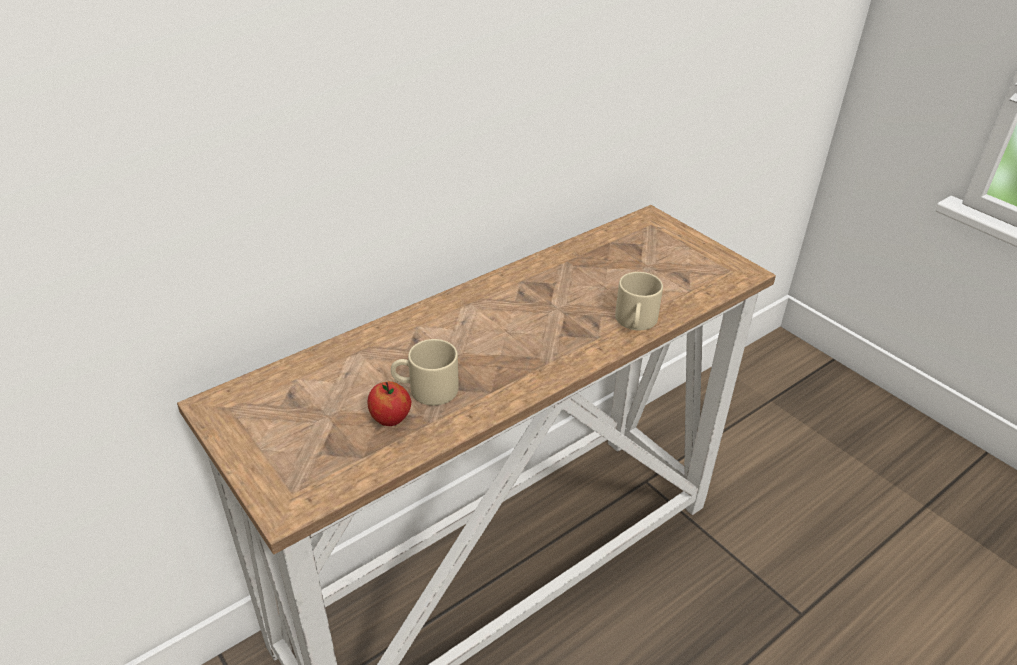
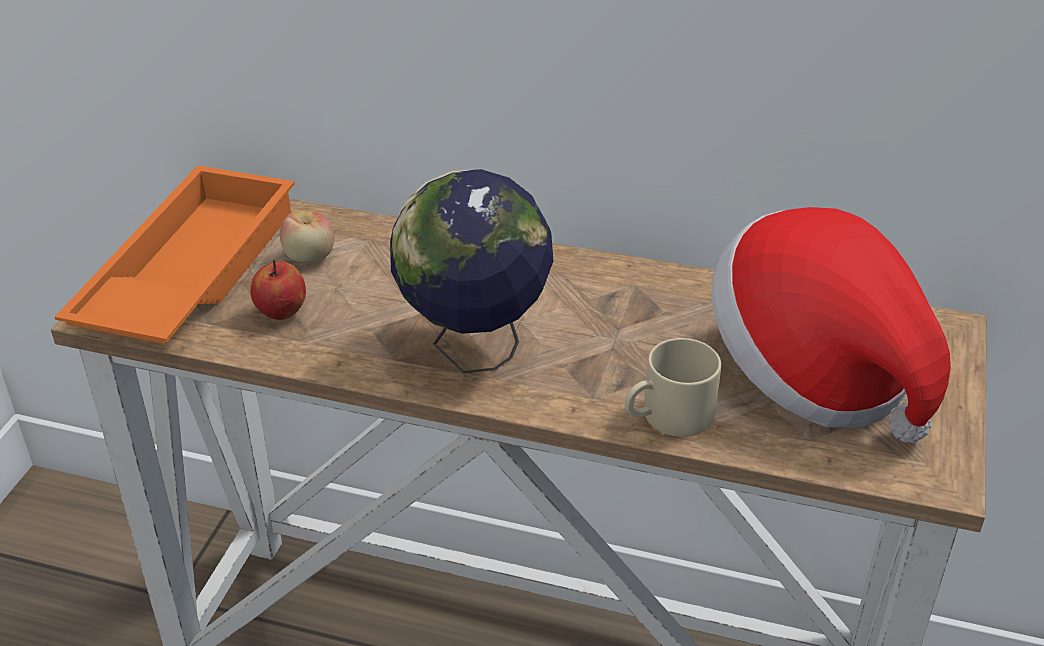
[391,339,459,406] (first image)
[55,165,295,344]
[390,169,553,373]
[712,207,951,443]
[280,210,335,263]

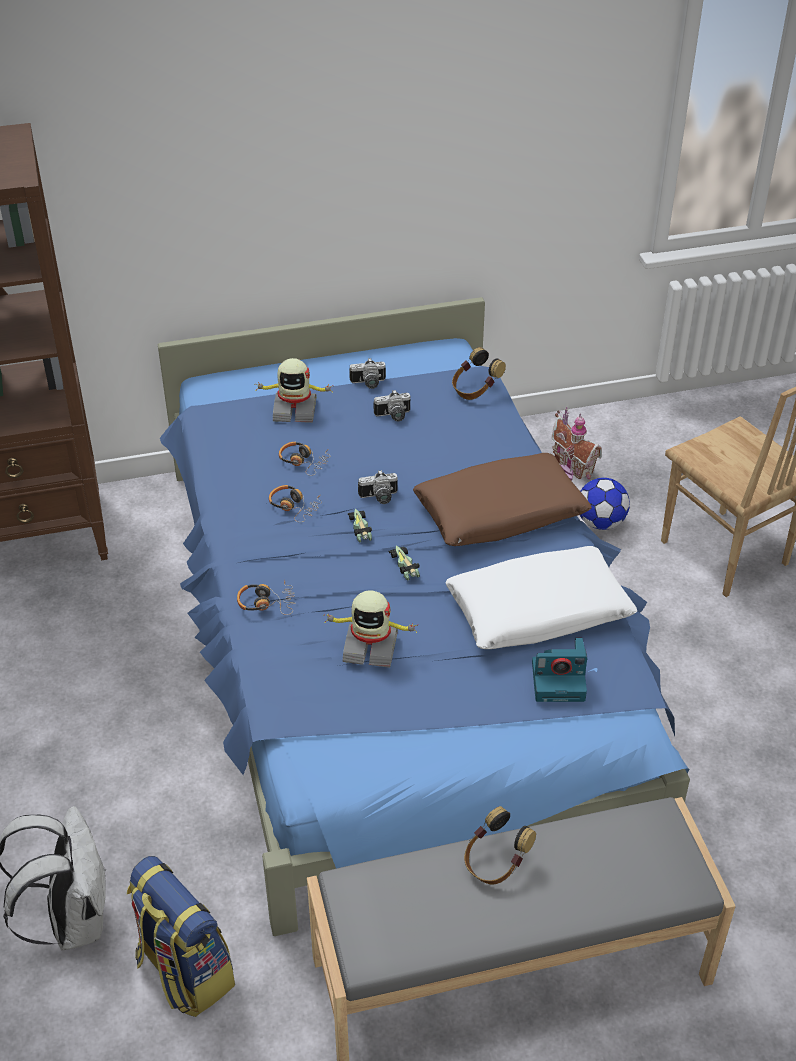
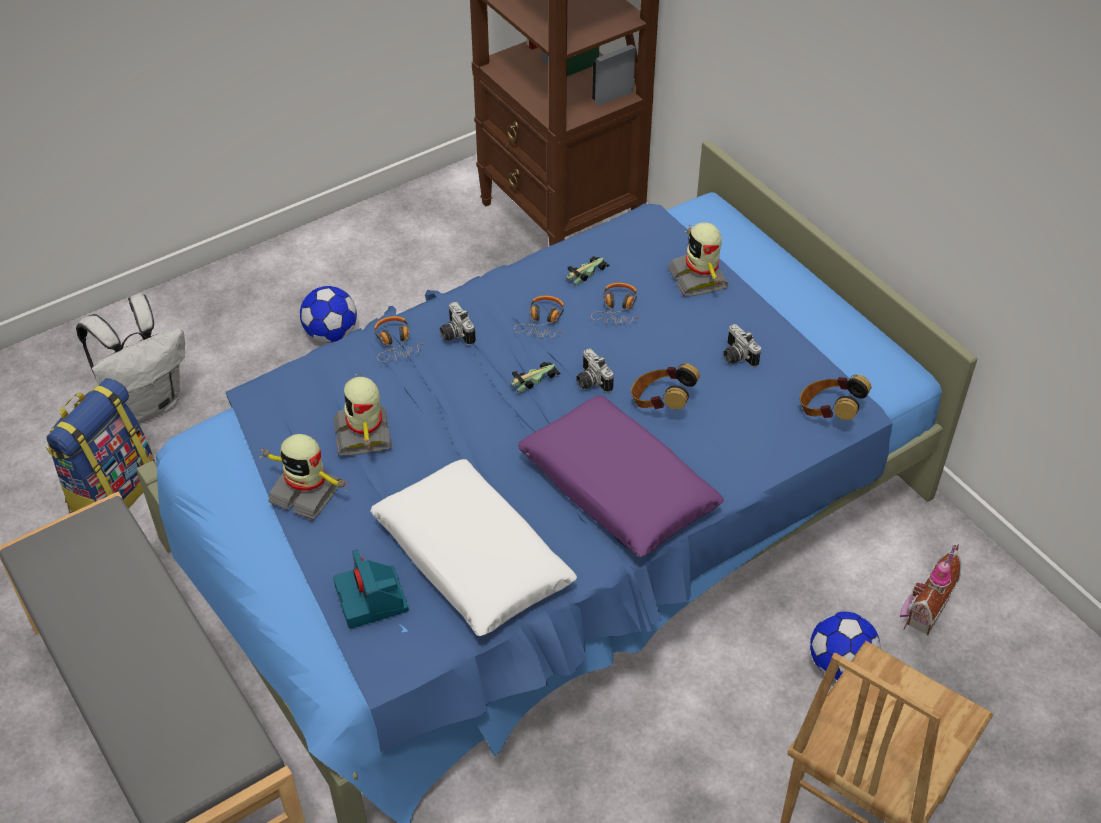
[440,302,476,345]
[518,396,724,557]
[566,256,610,286]
[631,363,700,409]
[300,286,357,342]
[260,434,349,520]

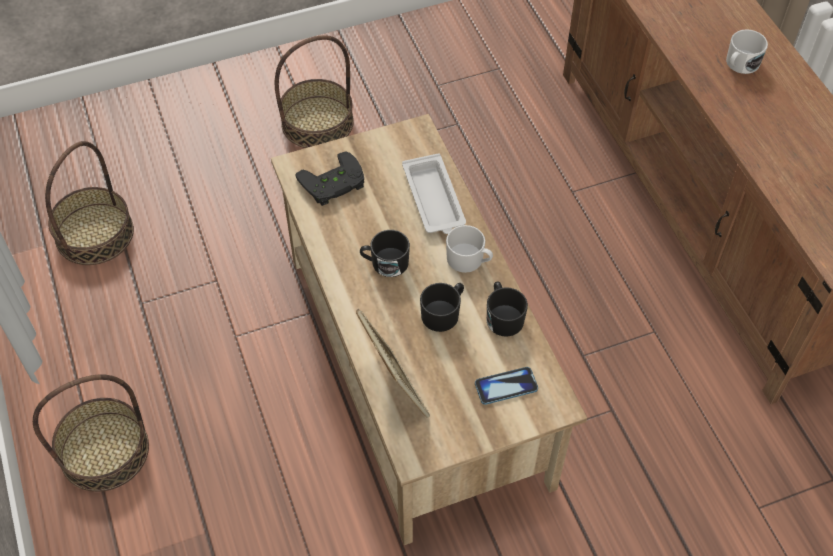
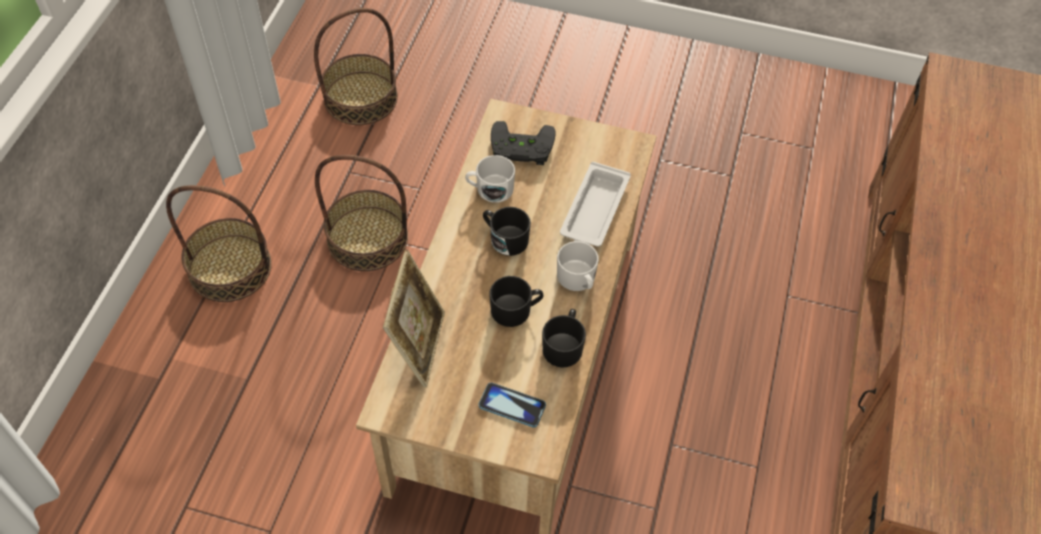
[465,155,515,203]
[315,155,408,271]

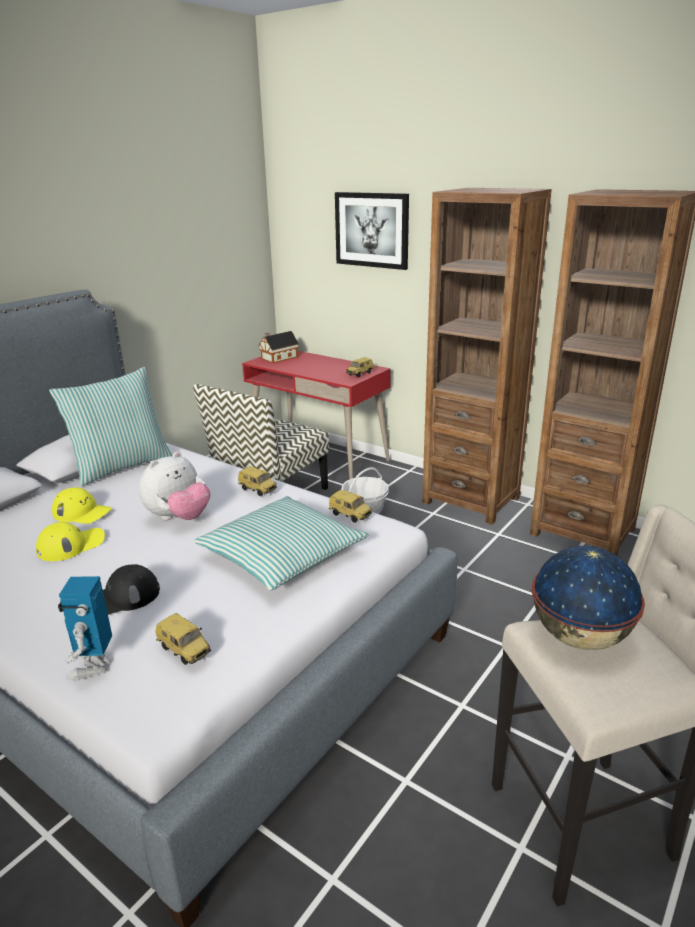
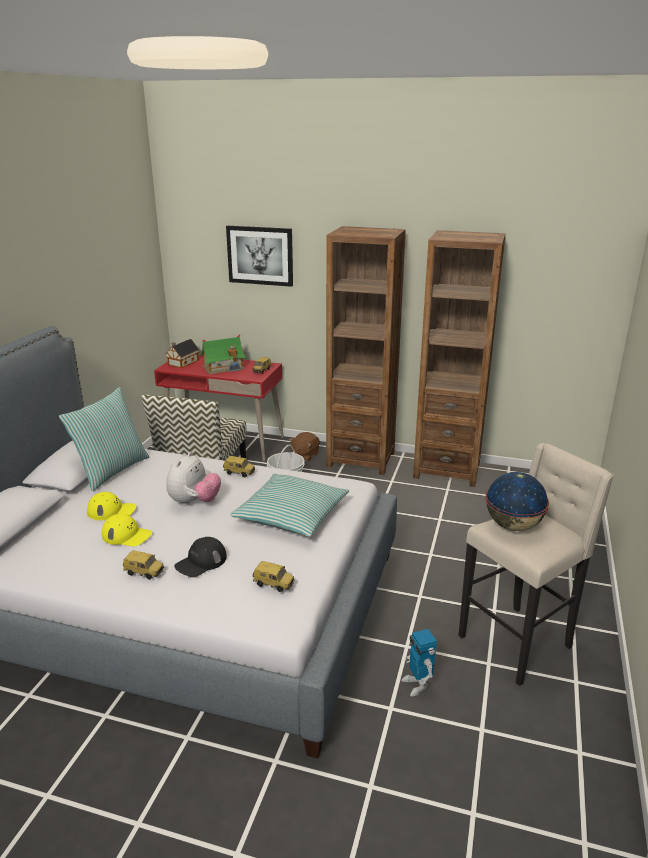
[123,551,164,580]
[102,514,152,546]
[401,629,437,696]
[199,335,247,374]
[289,432,320,461]

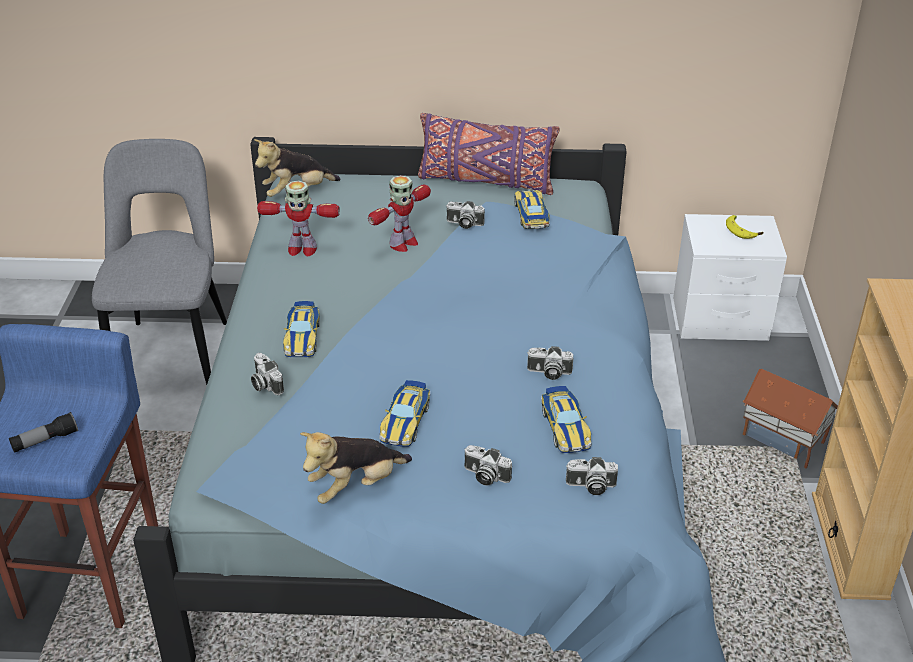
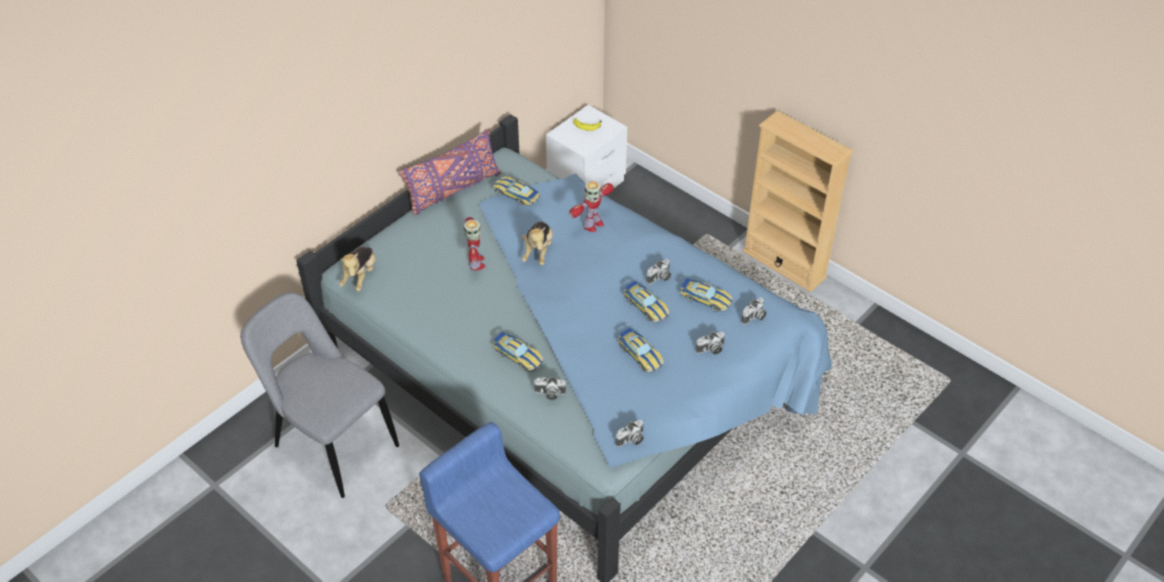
[569,181,614,232]
[616,420,644,447]
[742,369,838,468] (first image)
[9,412,78,452] (first image)
[521,222,553,265]
[623,281,670,323]

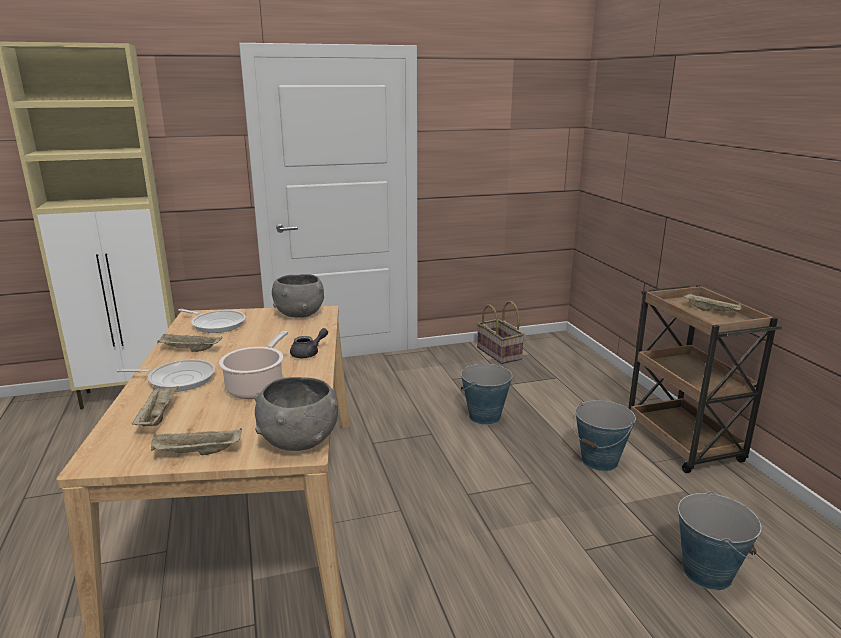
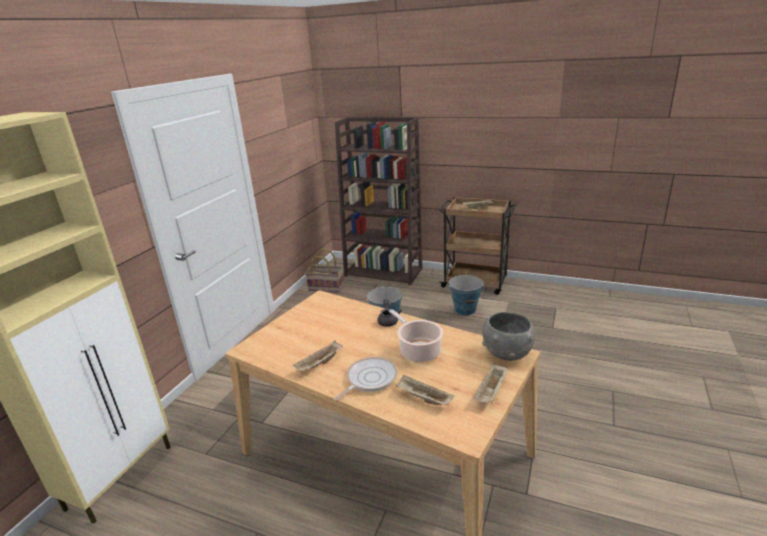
[272,274,324,318] (first image)
[178,309,246,333] (first image)
[678,491,761,590] (first image)
[335,117,422,285]

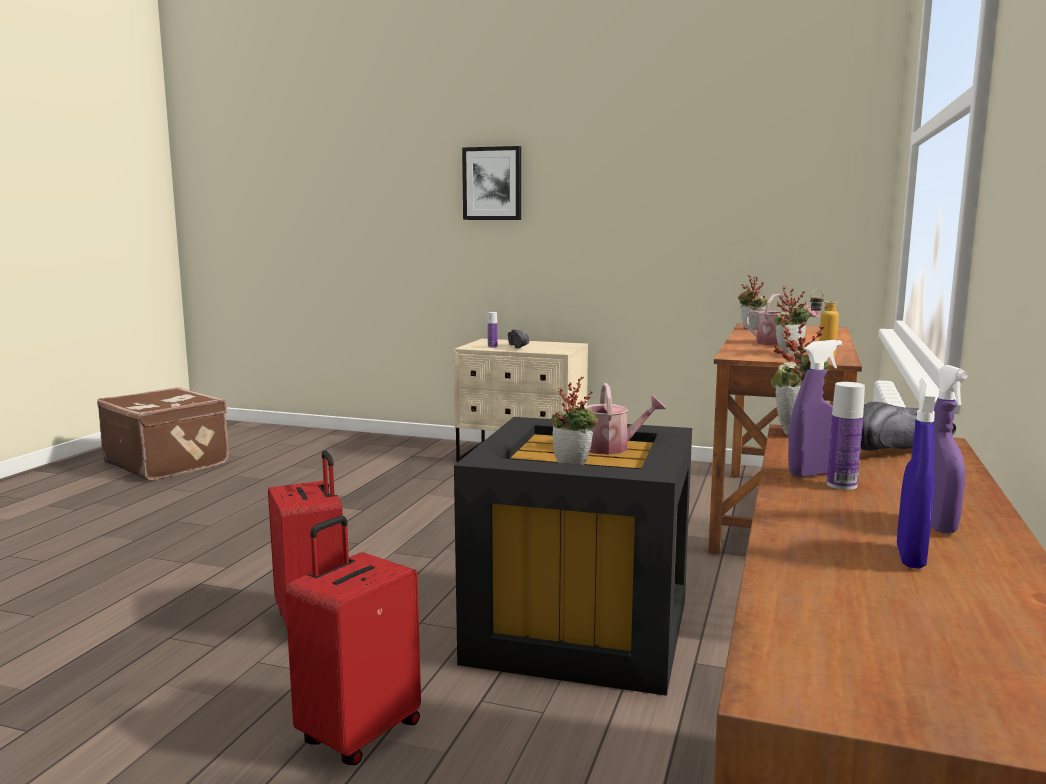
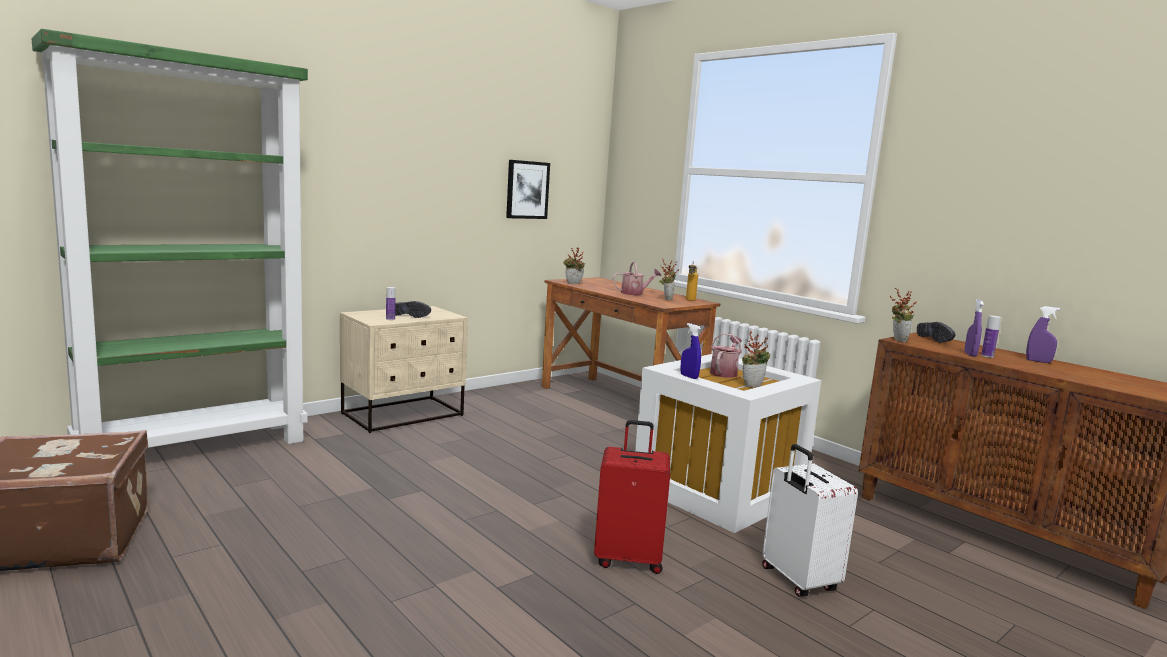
[506,160,550,219]
[680,323,701,379]
[635,354,821,533]
[762,444,858,597]
[32,29,308,448]

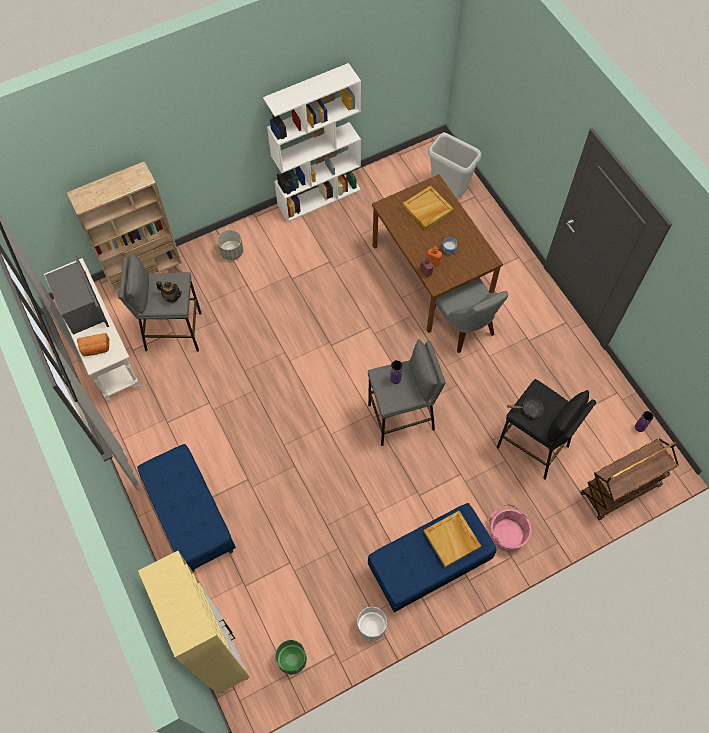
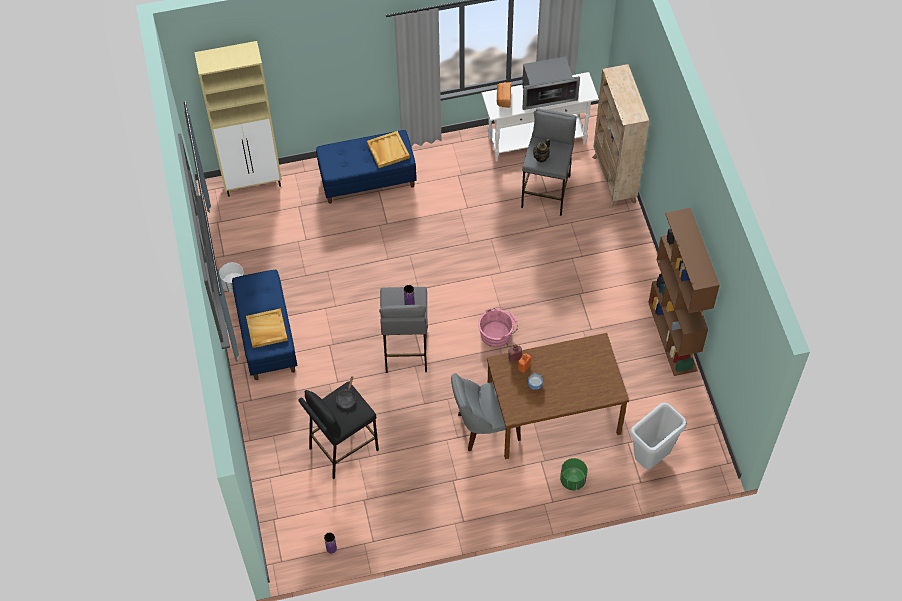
[648,208,720,376]
[367,131,410,168]
[217,230,243,260] (first image)
[580,438,679,520] (first image)
[478,307,518,347]
[560,458,587,490]

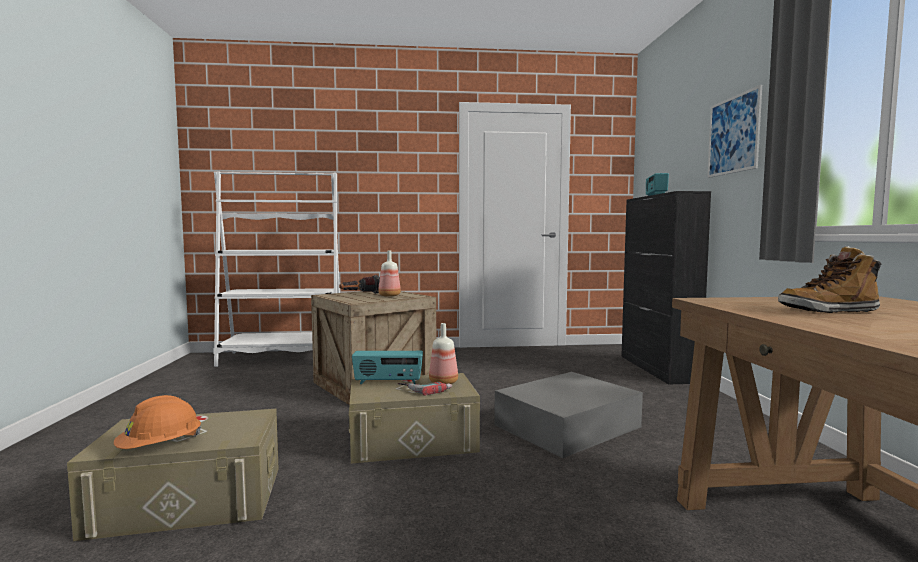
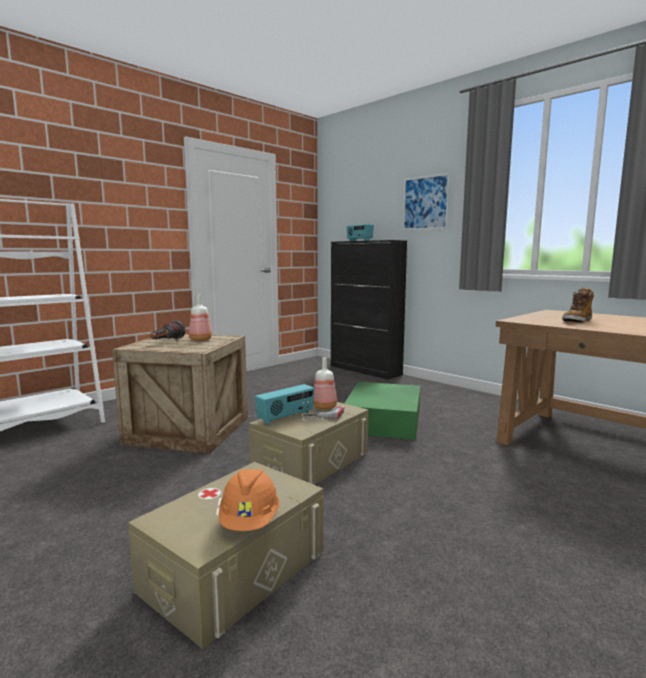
[344,382,420,440]

